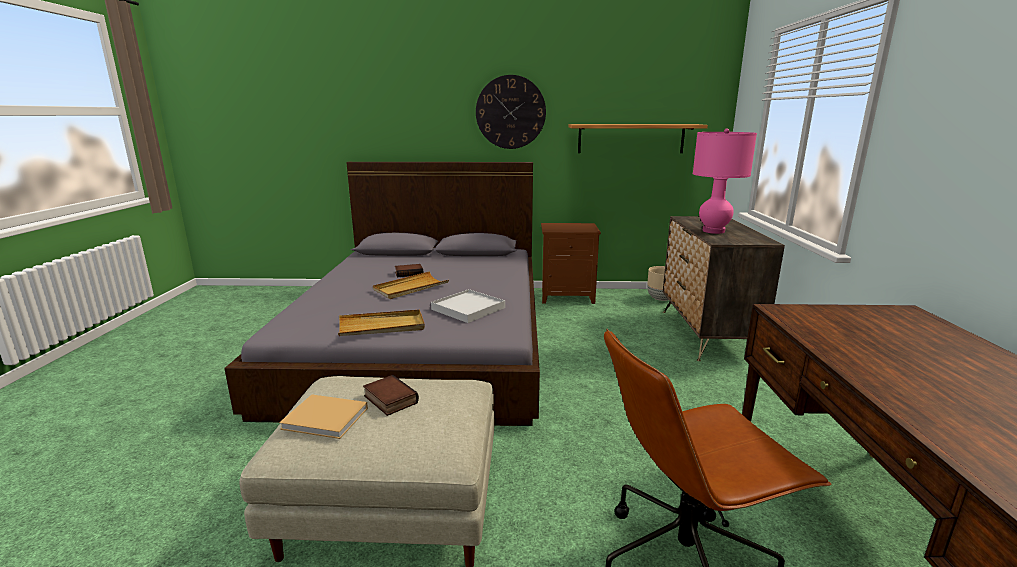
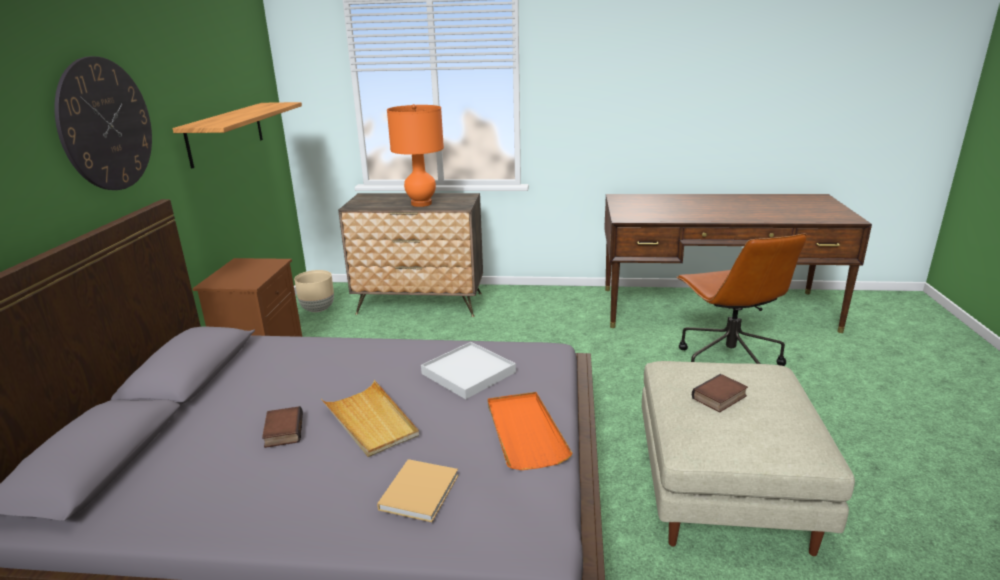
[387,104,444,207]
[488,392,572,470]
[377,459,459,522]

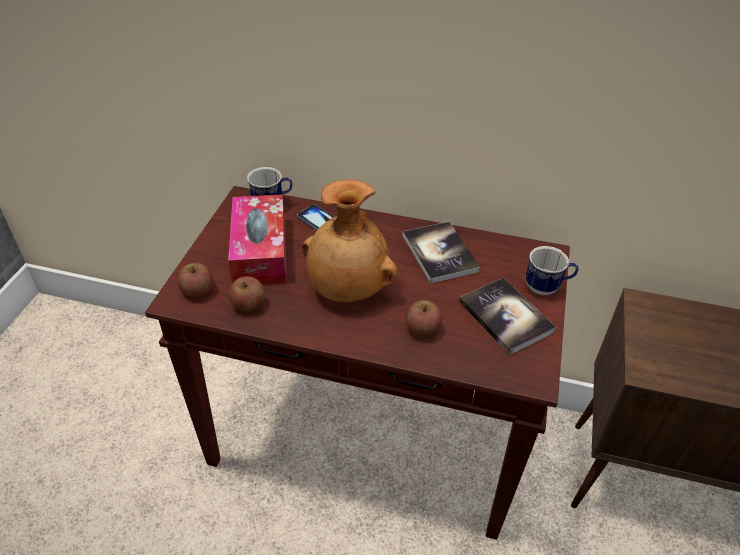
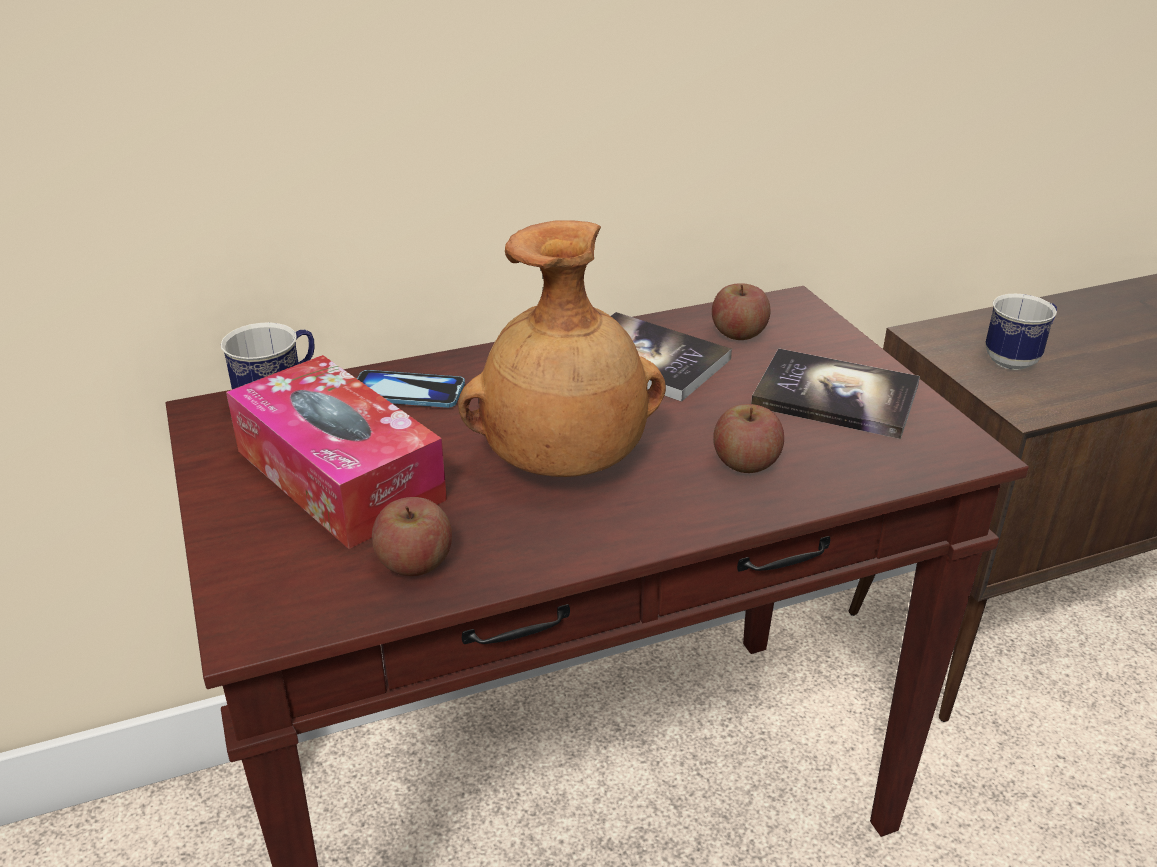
[985,294,1057,370]
[712,283,771,340]

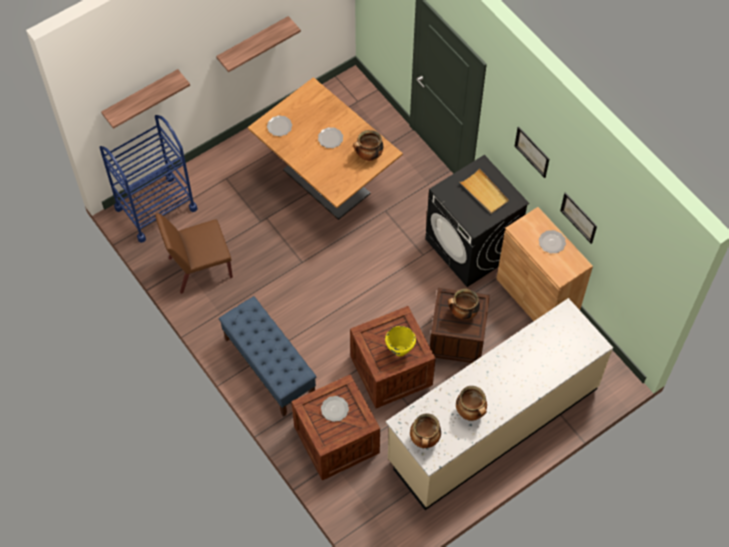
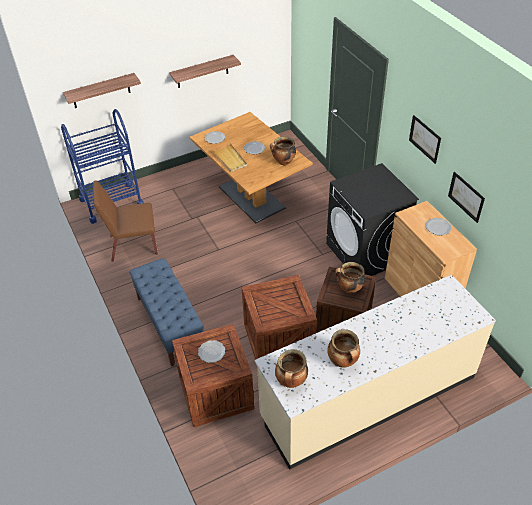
[212,143,247,172]
[385,326,416,357] (first image)

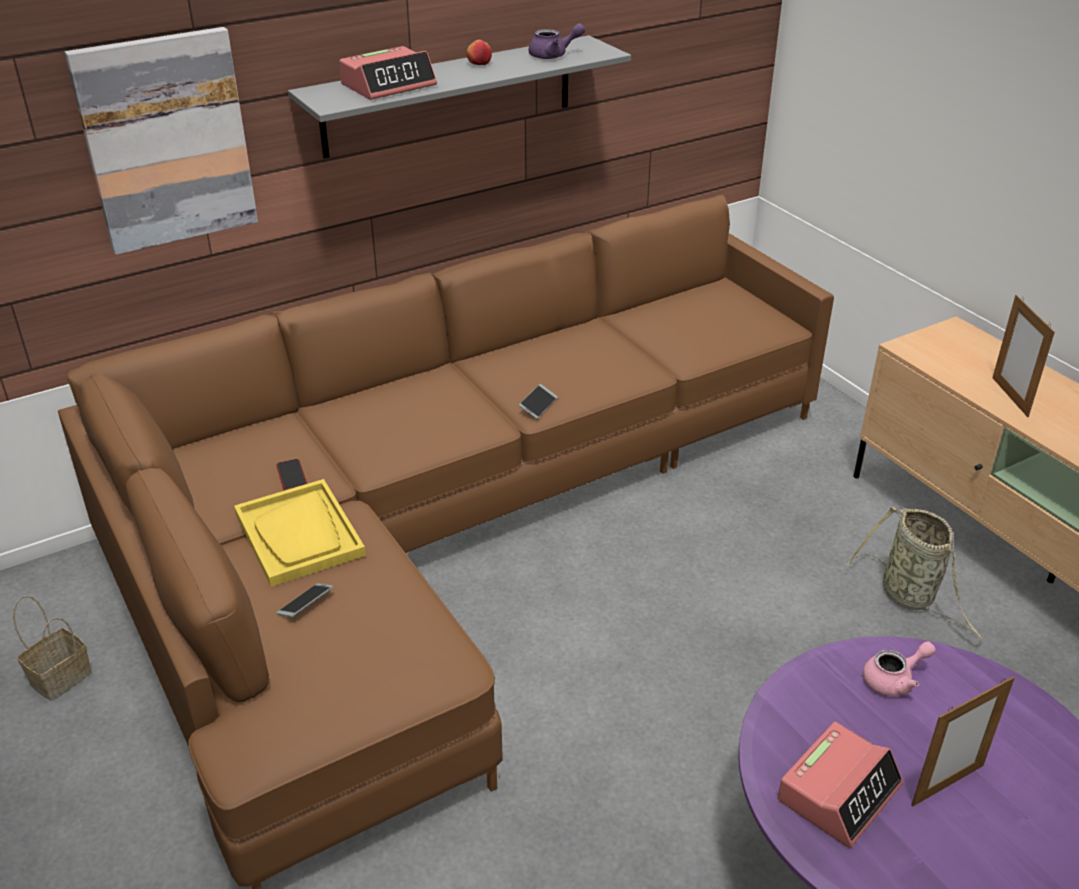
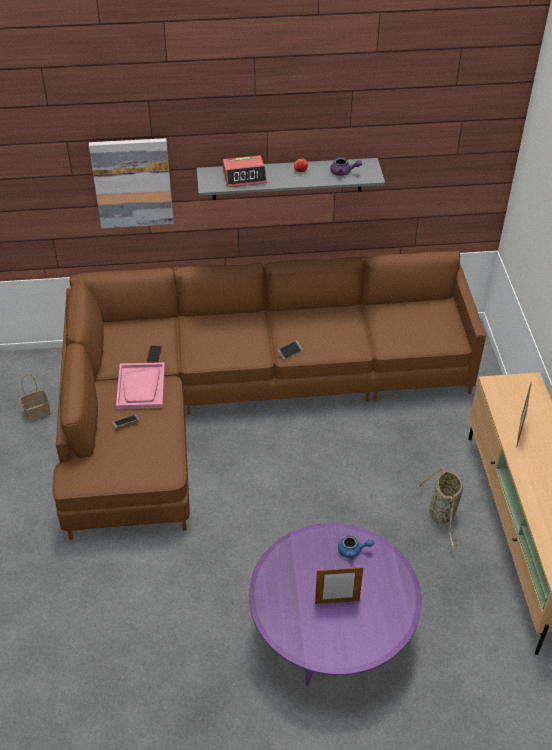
[116,362,165,409]
[338,536,374,559]
[778,722,903,848] (first image)

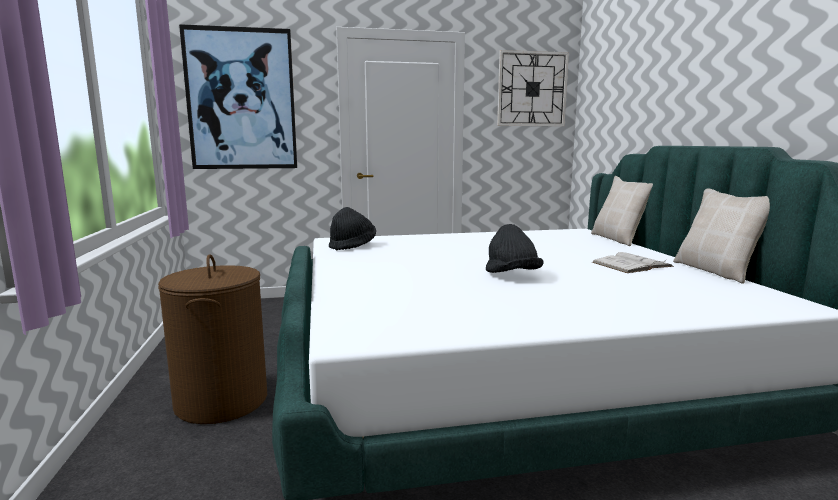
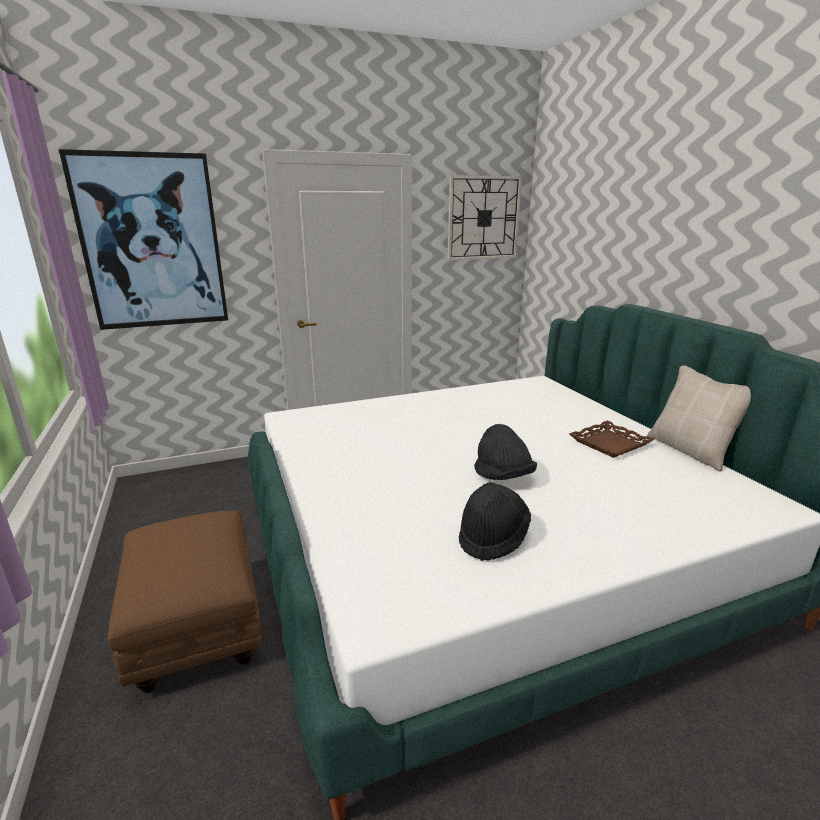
[591,176,653,246] (first image)
[459,482,531,561]
[569,420,655,458]
[108,511,262,693]

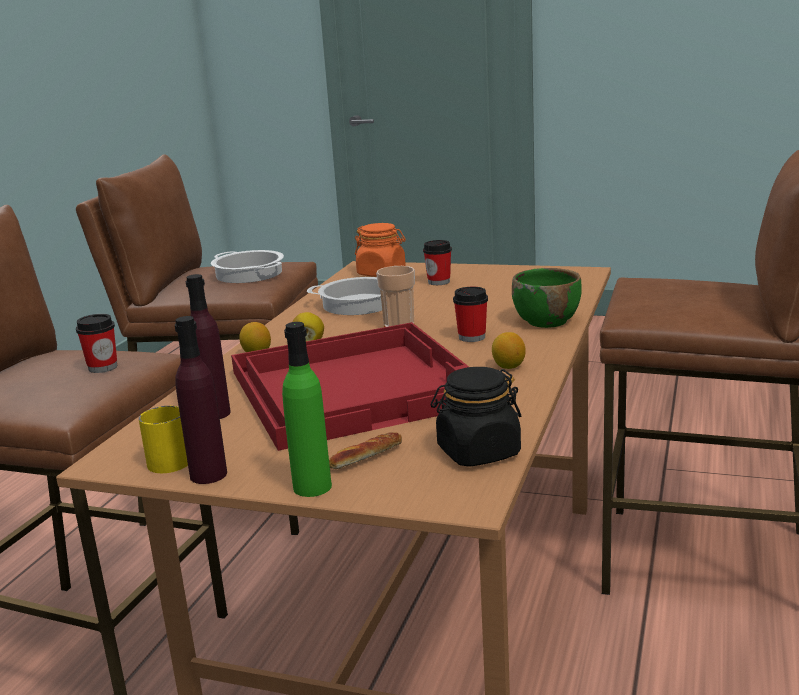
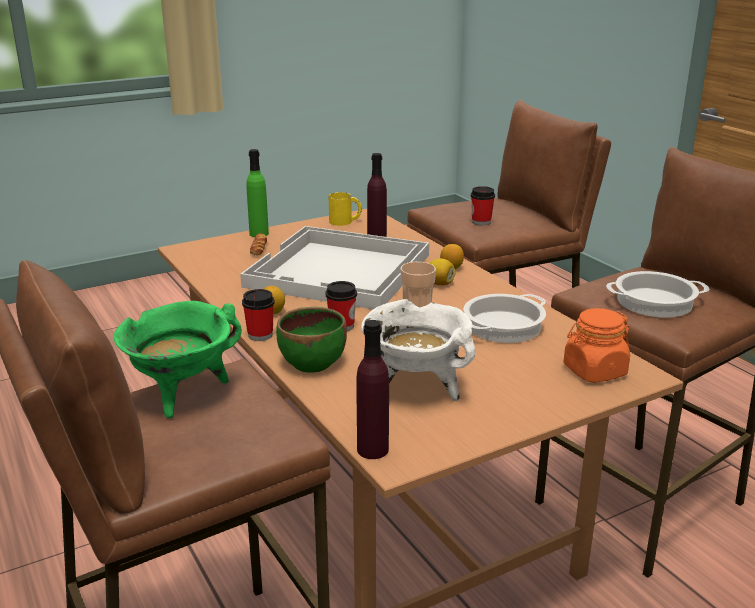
[242,289,275,341]
[356,320,389,459]
[240,226,429,309]
[431,367,521,467] (first image)
[361,299,475,401]
[113,301,242,418]

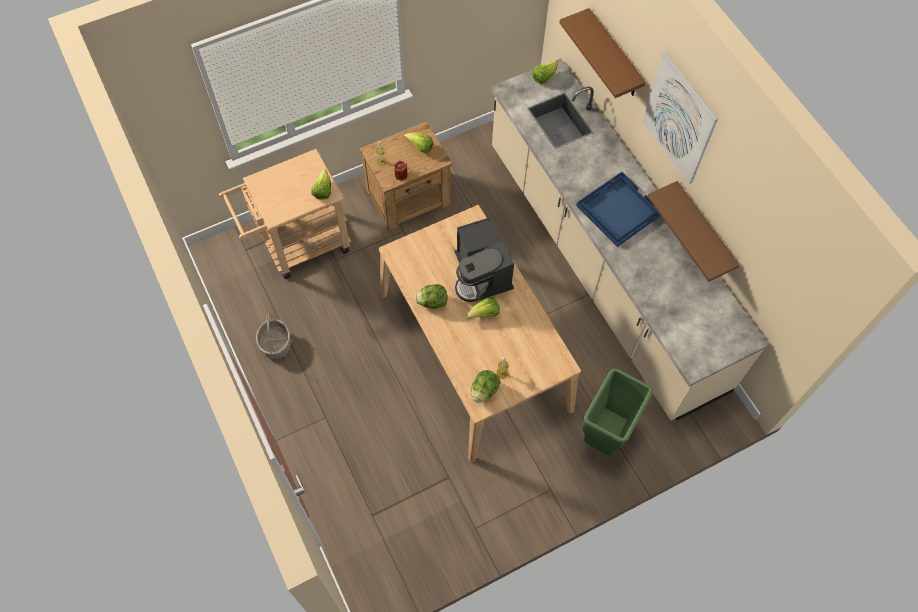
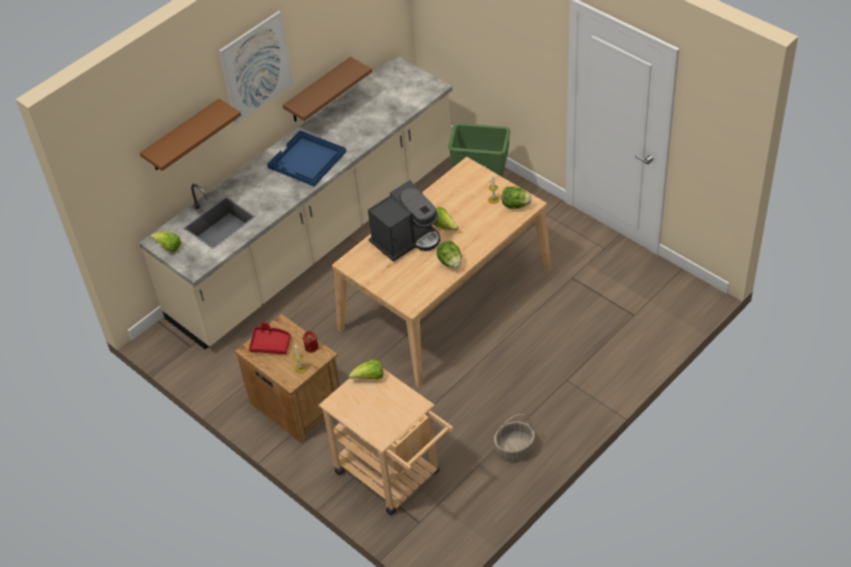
[249,322,291,354]

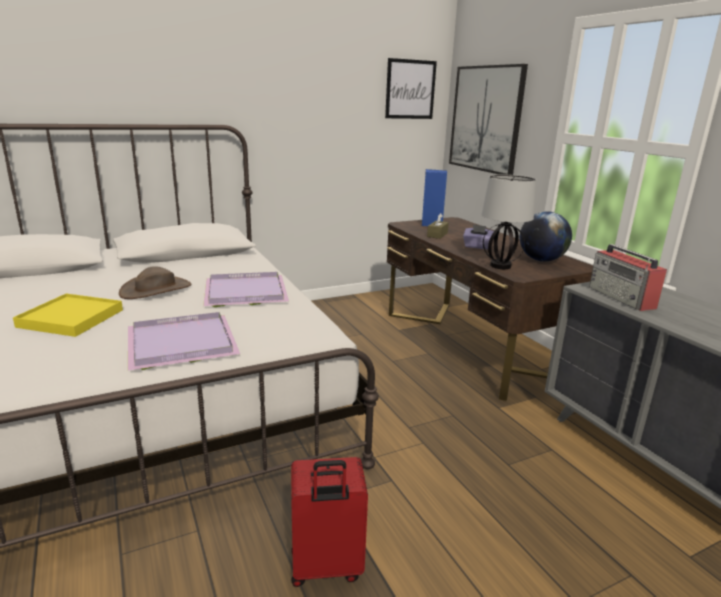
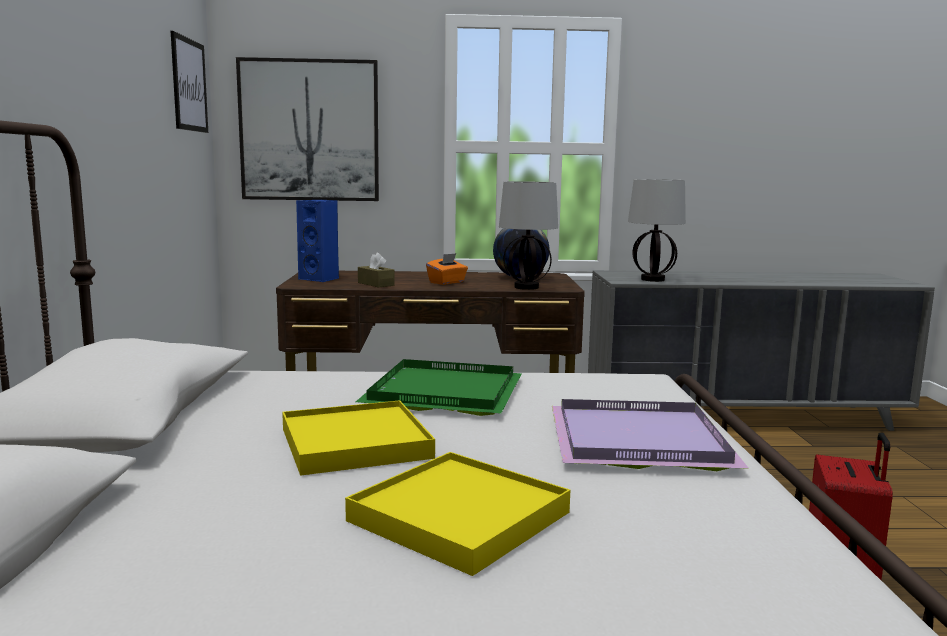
[426,253,468,285]
[628,179,686,282]
[282,400,435,476]
[356,359,522,416]

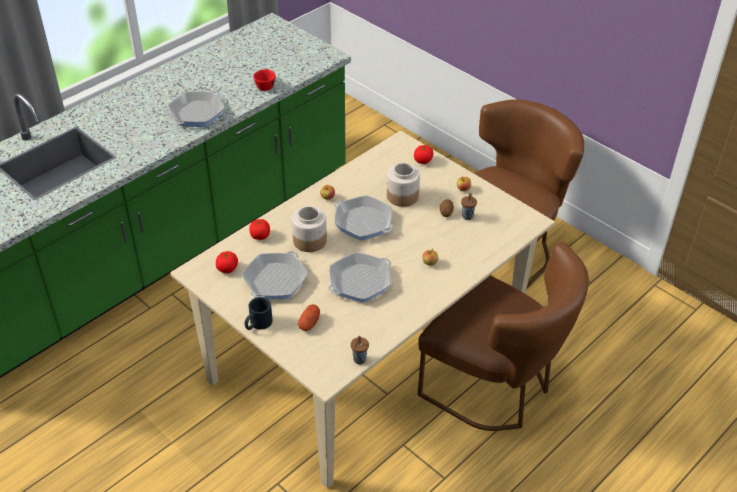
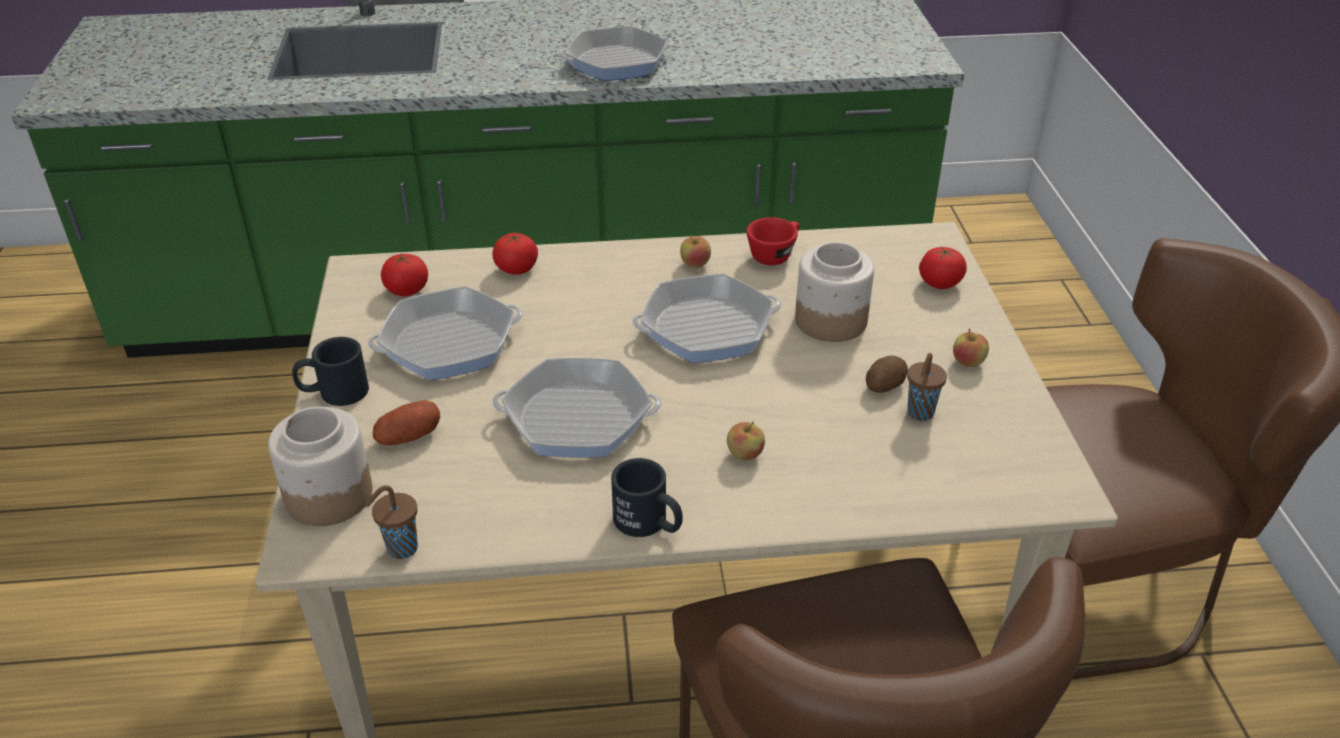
[746,217,800,265]
[632,274,782,363]
[268,407,372,526]
[611,458,683,537]

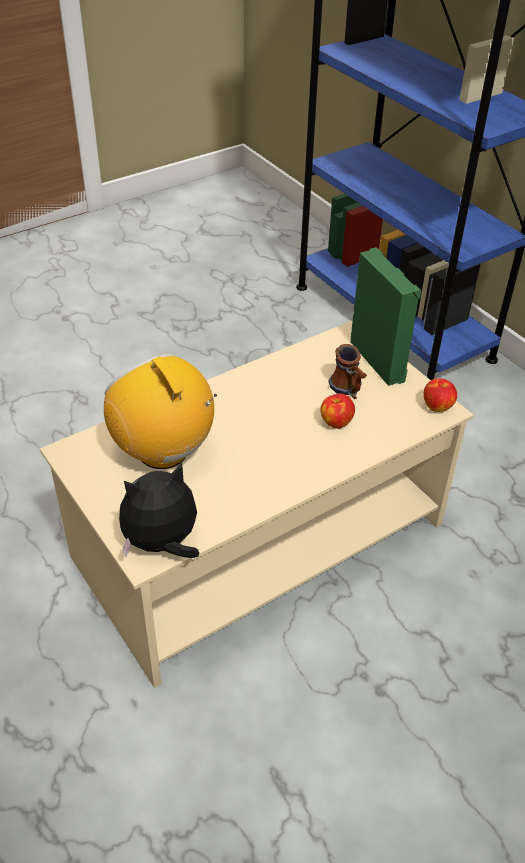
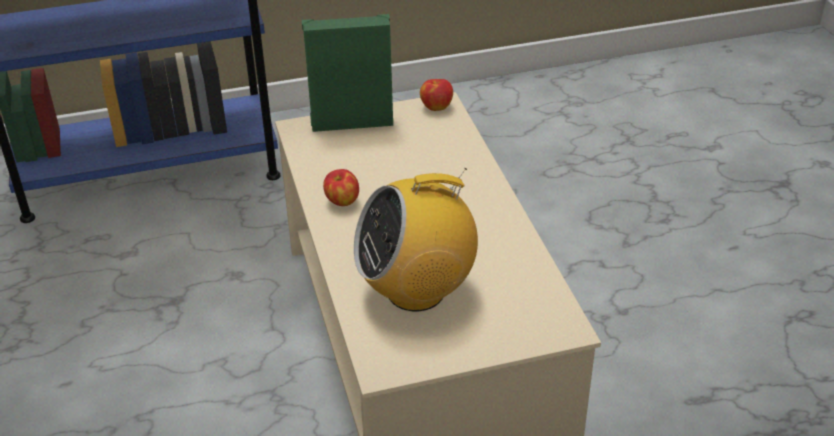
[329,344,367,399] (first image)
[323,169,359,206]
[119,462,199,558] (first image)

